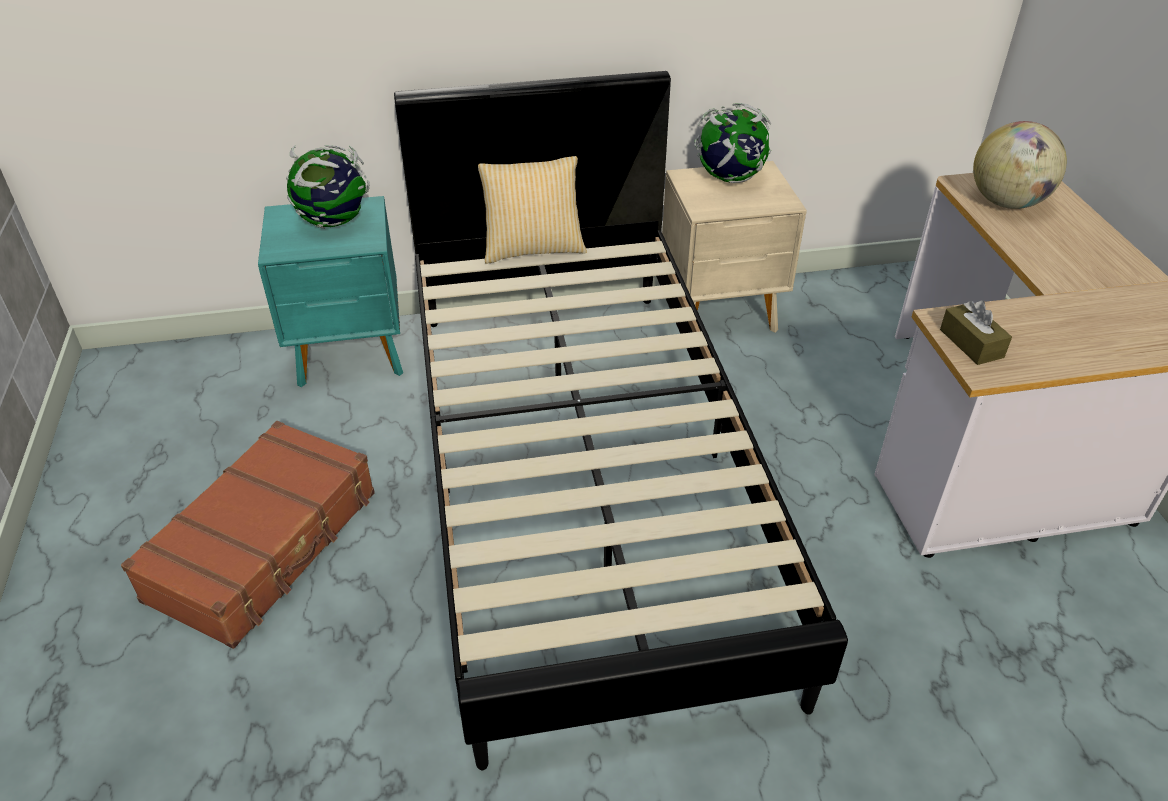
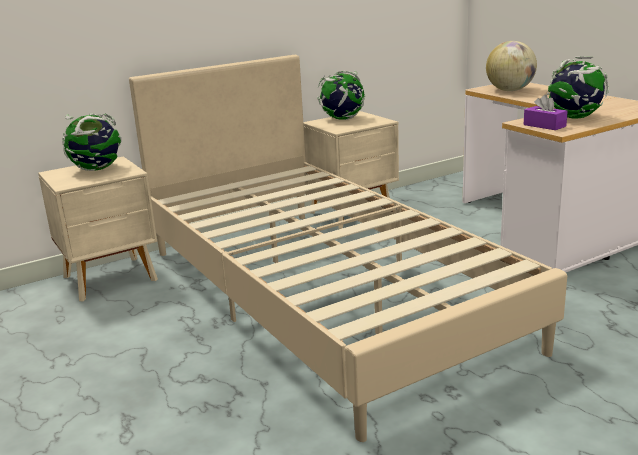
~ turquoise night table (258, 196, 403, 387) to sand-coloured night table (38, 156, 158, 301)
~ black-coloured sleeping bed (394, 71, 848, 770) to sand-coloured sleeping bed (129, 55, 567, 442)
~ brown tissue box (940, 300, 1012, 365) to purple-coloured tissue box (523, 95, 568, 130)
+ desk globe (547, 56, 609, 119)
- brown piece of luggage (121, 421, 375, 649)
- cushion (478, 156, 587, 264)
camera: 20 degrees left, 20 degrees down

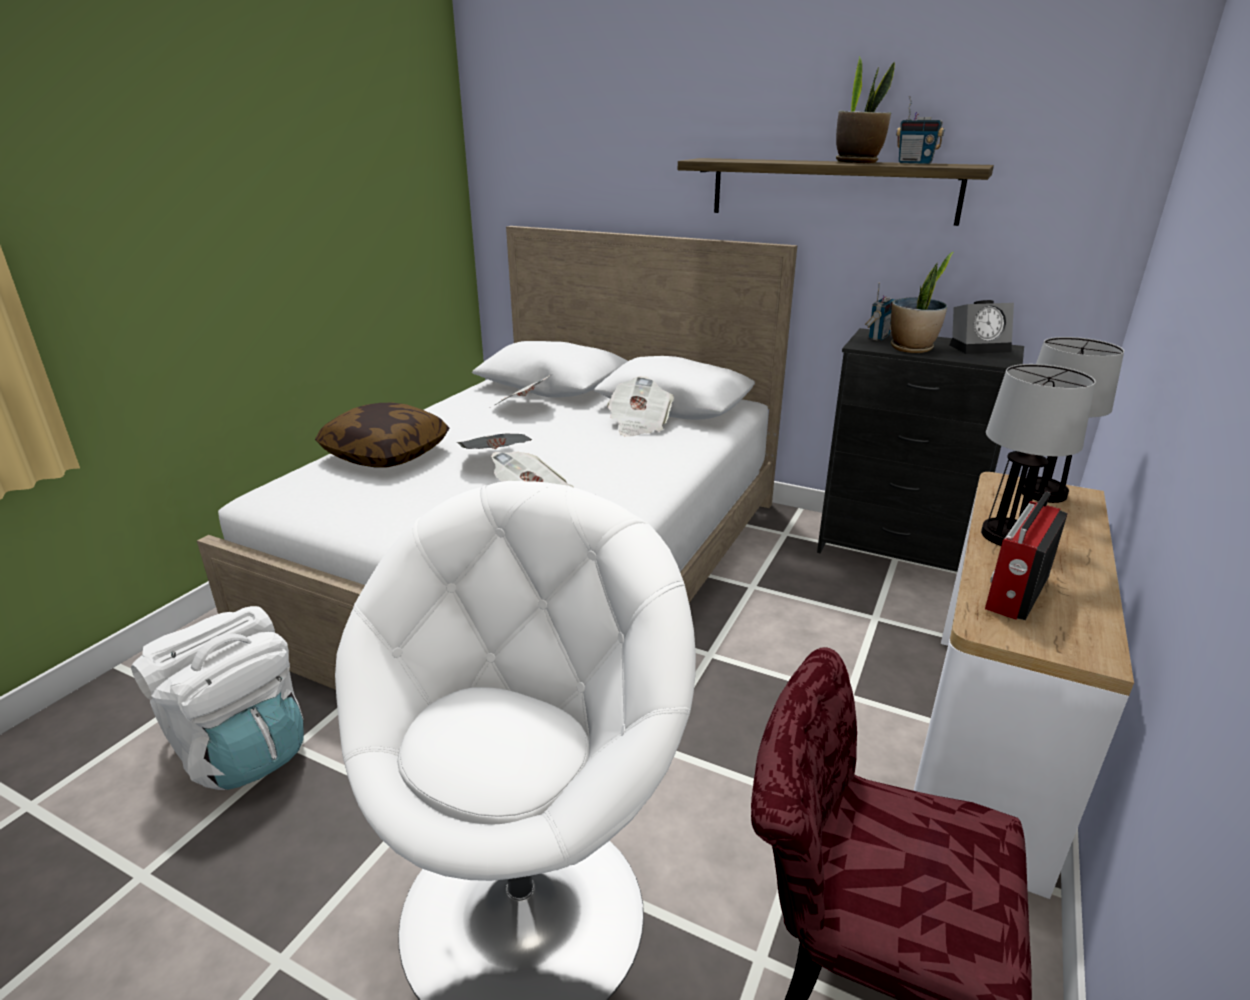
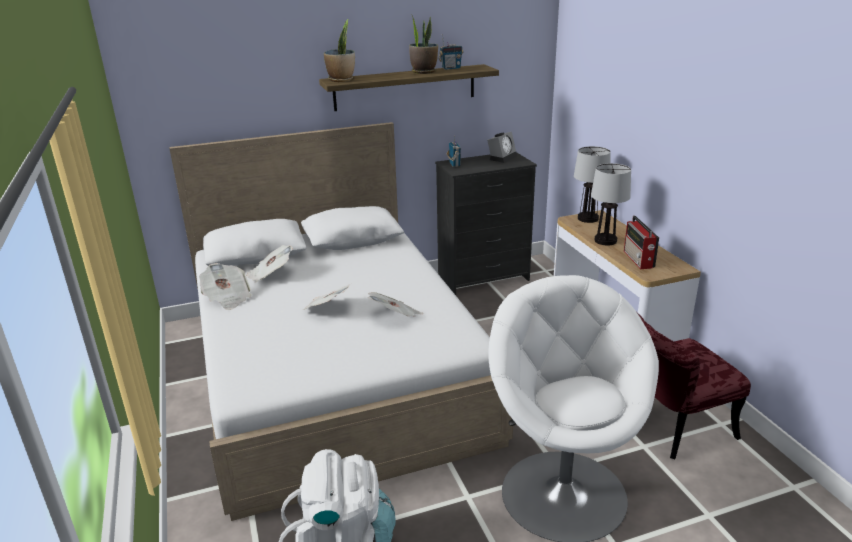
~ daily paper (607, 376, 674, 437) to (199, 263, 252, 310)
~ plant in a pot (891, 252, 954, 353) to (324, 19, 355, 82)
- cushion (315, 403, 449, 467)
camera: 45 degrees left, 0 degrees up

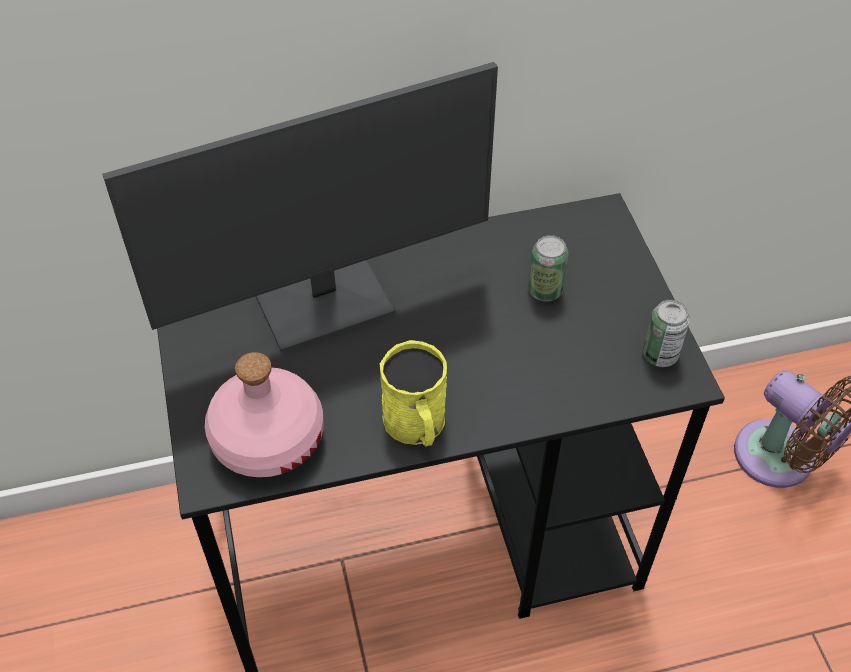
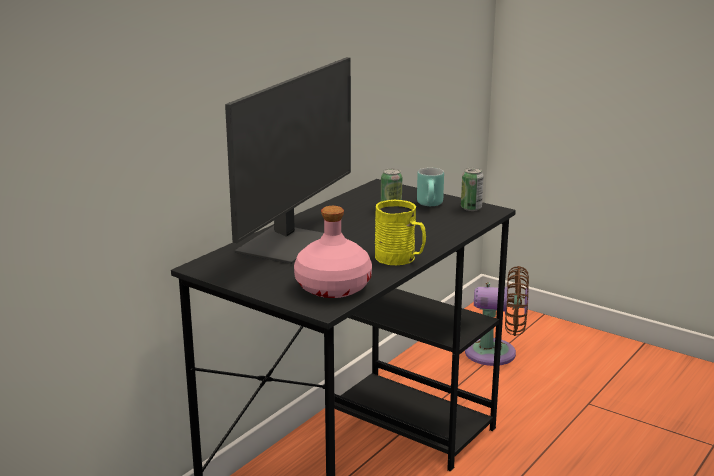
+ turquoise tea mug (417, 168, 444, 206)
camera: 40 degrees left, 30 degrees down

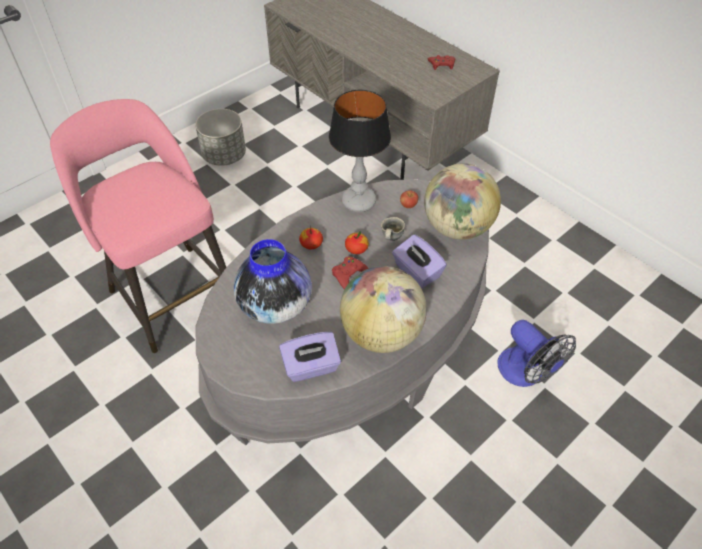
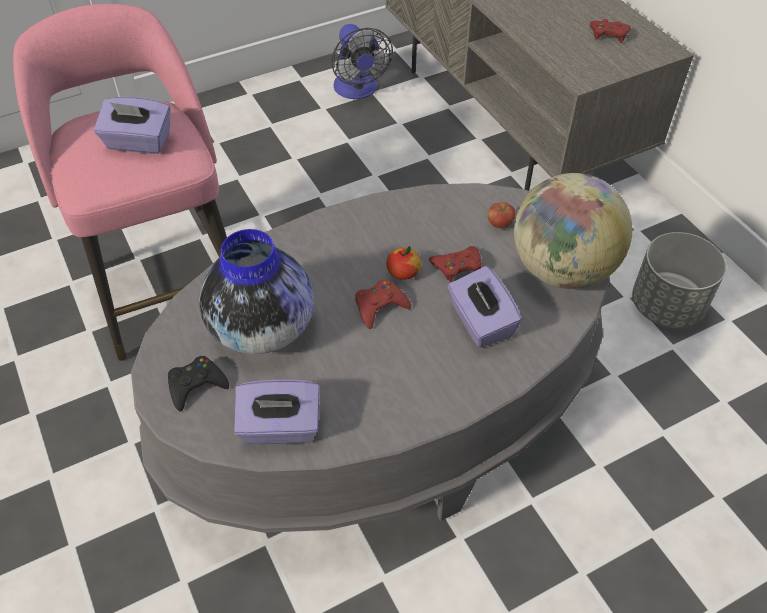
+ purple-coloured tissue box (94, 97, 170, 154)
+ black-coloured gamepad (168, 356, 229, 412)
~ electric fan (497, 320, 576, 387) to (331, 24, 393, 99)
~ gray tea mug (381, 217, 405, 241) to red gamepad (429, 246, 482, 282)
~ gray flower pot (195, 109, 246, 166) to (632, 232, 726, 328)
- apple fruit (299, 225, 323, 249)
- table lamp (329, 89, 391, 212)
- desk globe (340, 266, 427, 353)
camera: 15 degrees right, 0 degrees up

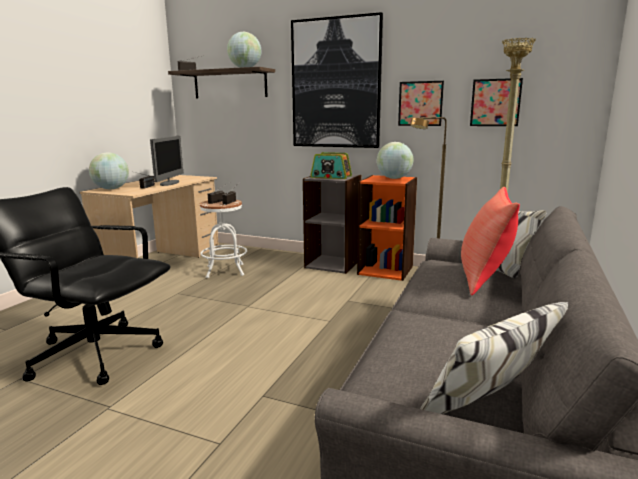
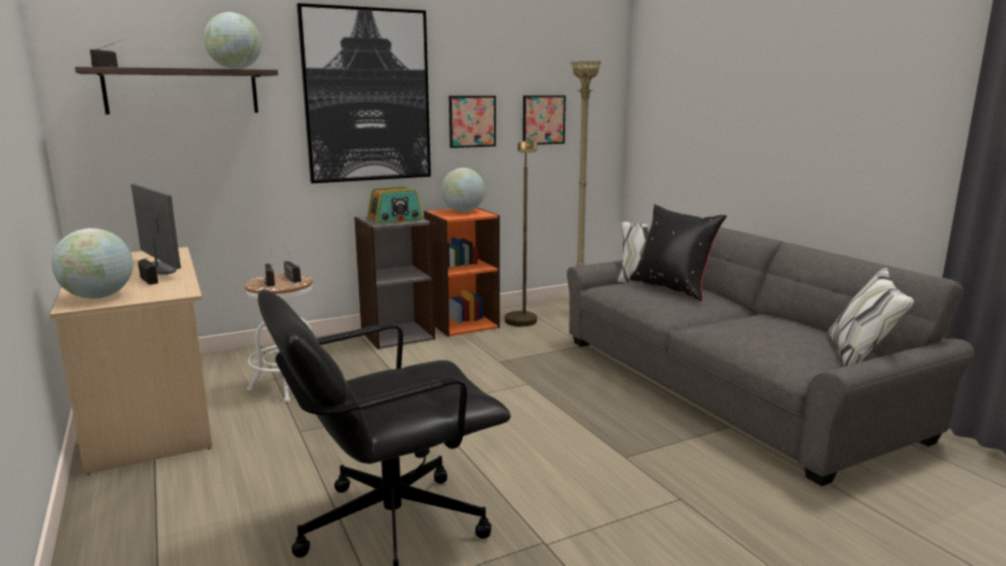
~ red cushion (461, 187, 520, 295) to black-coloured cushion (630, 204, 727, 301)
camera: 50 degrees left, 0 degrees up

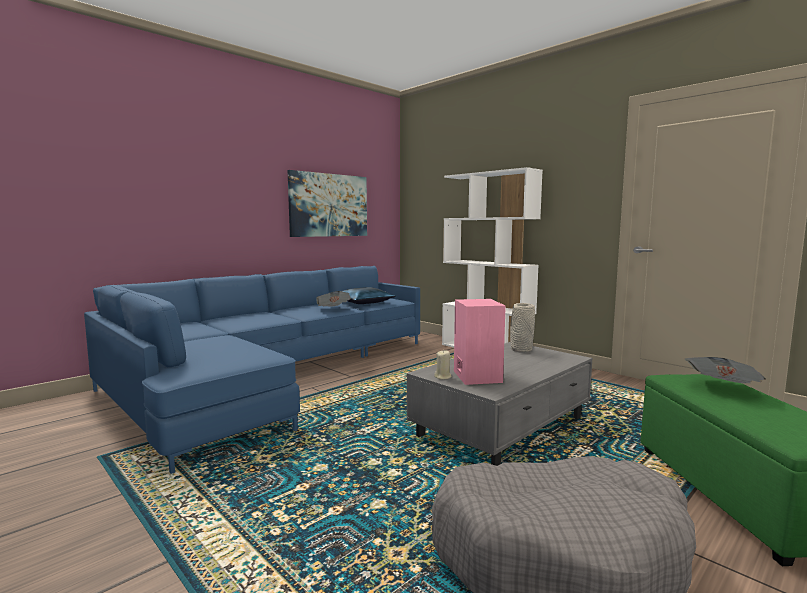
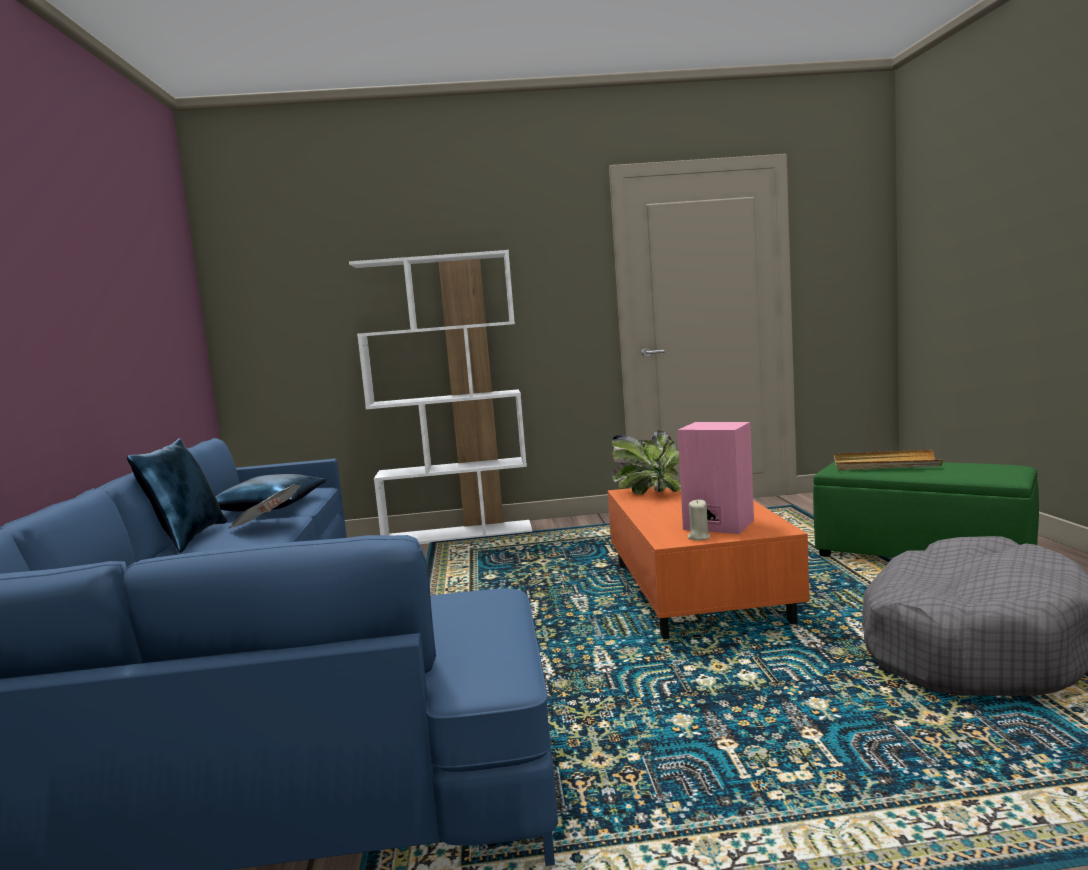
+ bluish cushion (127, 438, 228, 553)
~ gray low table (407, 342, 592, 466) to orange-coloured low table (607, 486, 810, 639)
~ gray decorative vase (510, 303, 535, 352) to plant in a pot (611, 430, 681, 494)
~ daily paper (684, 357, 766, 383) to sand-coloured carrying tray (834, 450, 943, 470)
- picture (288, 170, 367, 237)
camera: 50 degrees left, 0 degrees up

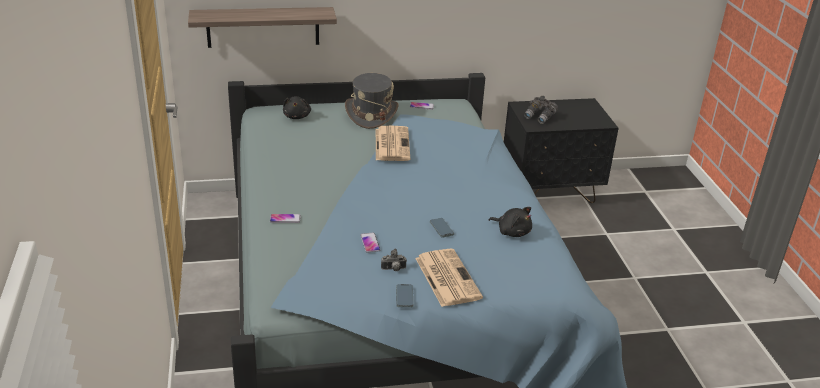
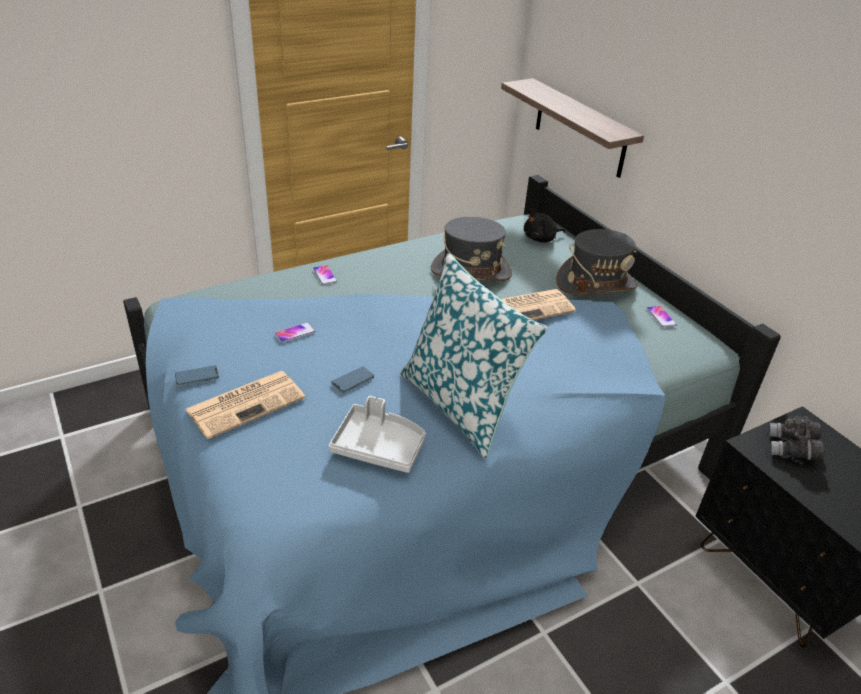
~ black-coloured plush toy (489, 207, 532, 237) to gray carrying tray (329, 396, 426, 473)
+ cushion (401, 253, 548, 459)
+ gray clothing hat (431, 217, 512, 281)
- photo camera (381, 249, 407, 271)
camera: 70 degrees right, 5 degrees up

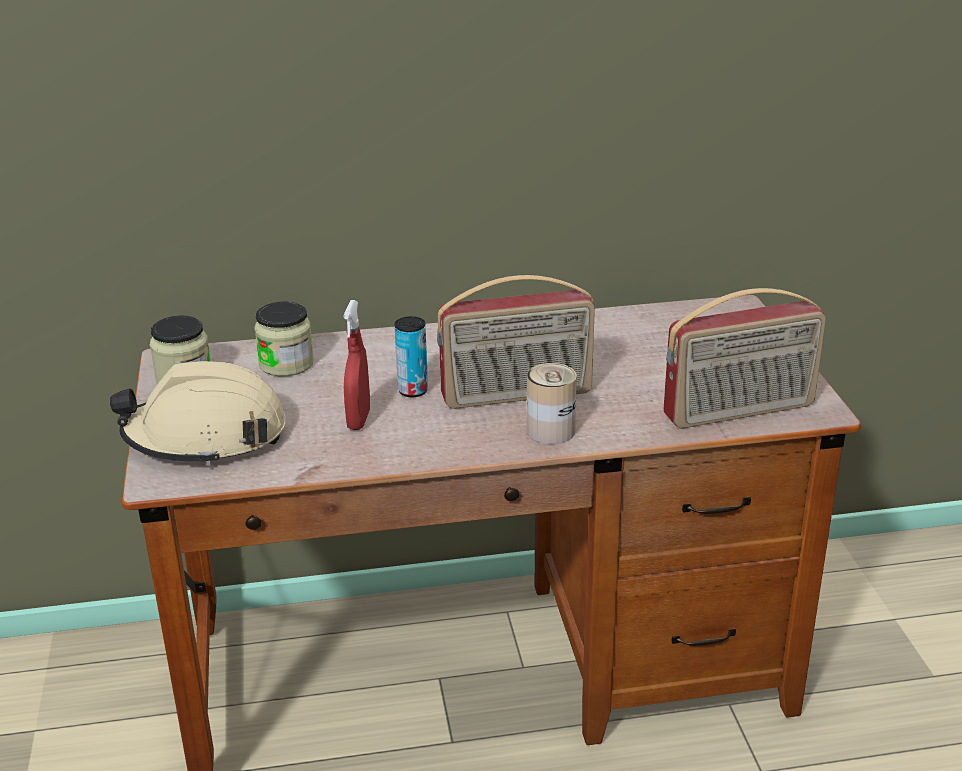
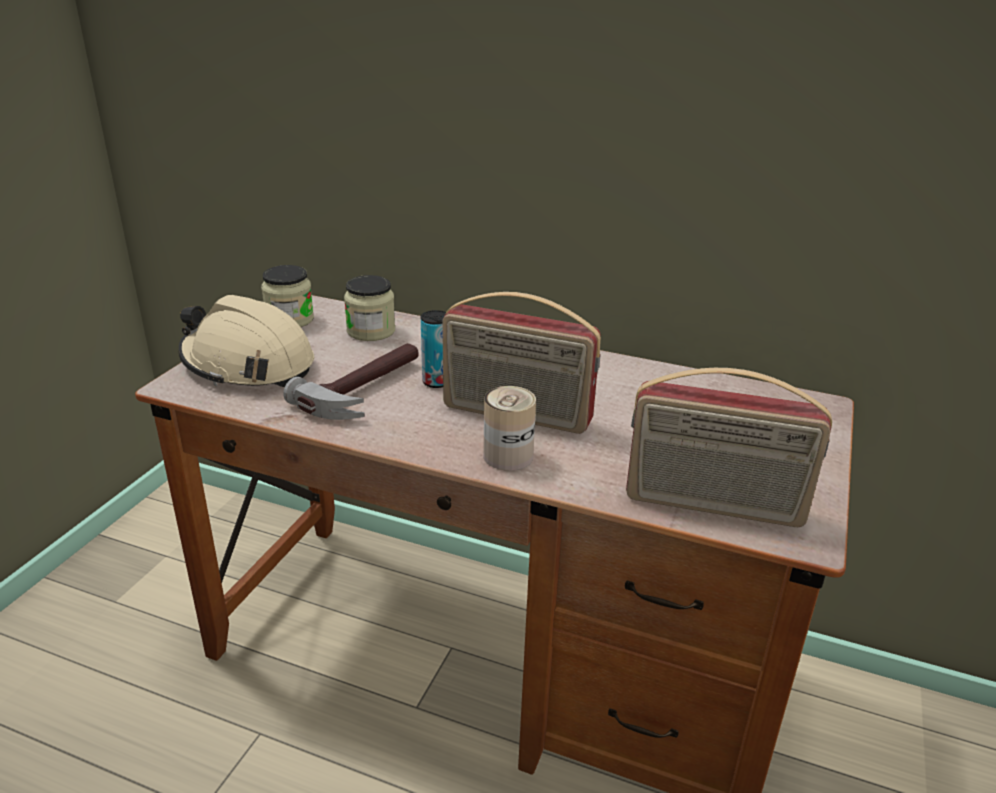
~ red sprayer (344, 300, 370, 430) to tool hammer (283, 343, 419, 420)
camera: 30 degrees right, 0 degrees up

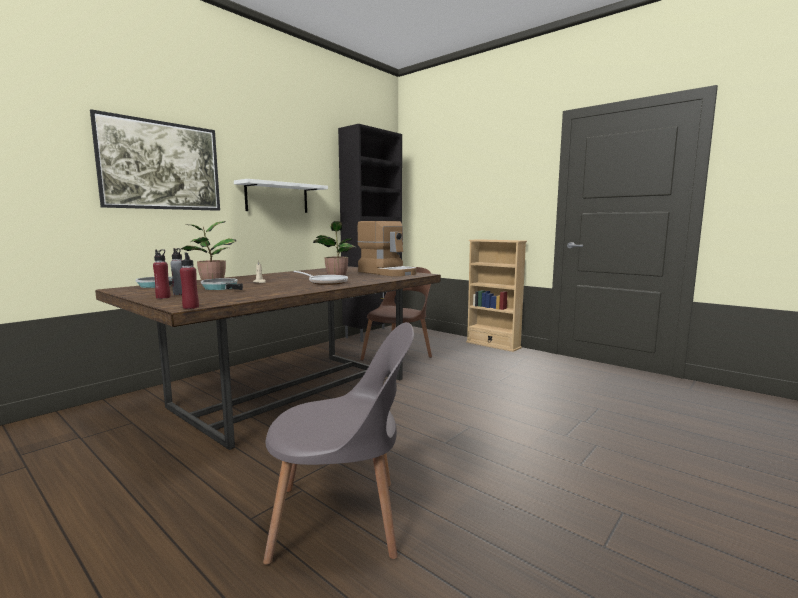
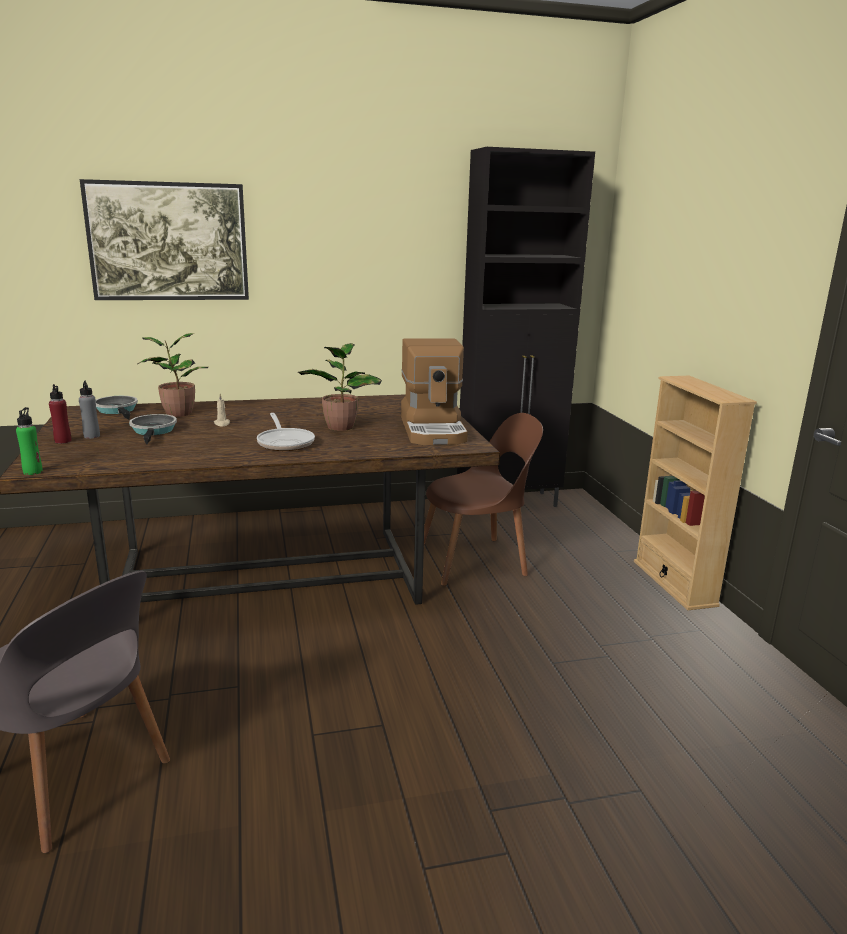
~ red bottle (180, 252, 199, 309) to green bottle (16, 407, 43, 475)
- whitish shelf (234, 179, 328, 213)
camera: 35 degrees right, 10 degrees up

